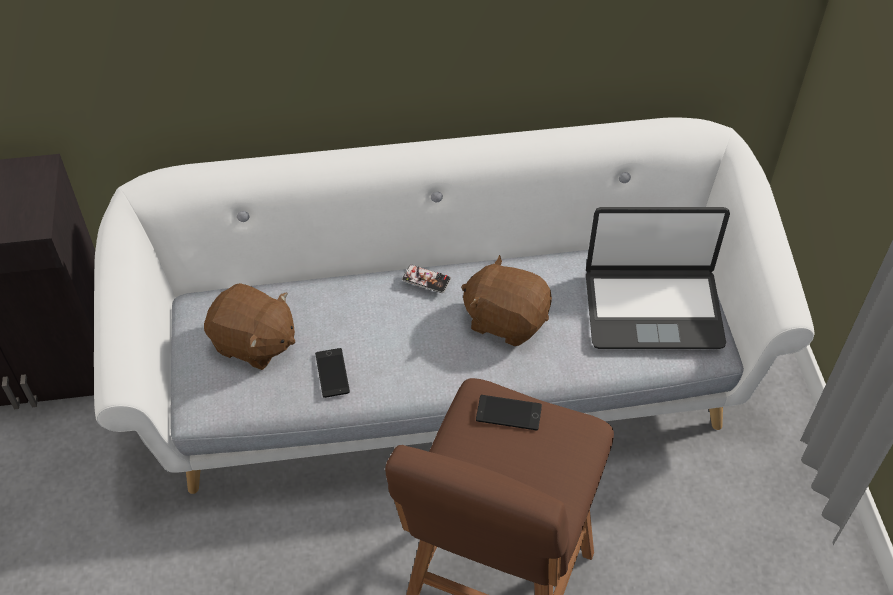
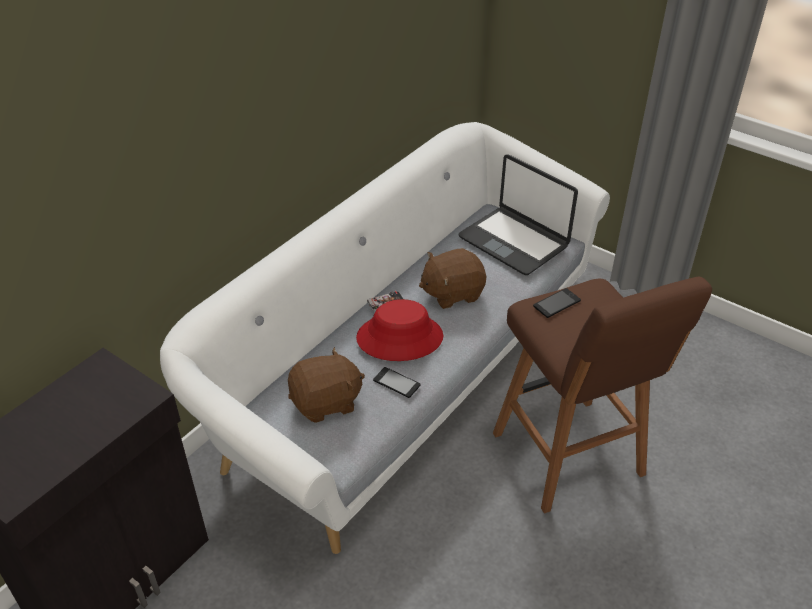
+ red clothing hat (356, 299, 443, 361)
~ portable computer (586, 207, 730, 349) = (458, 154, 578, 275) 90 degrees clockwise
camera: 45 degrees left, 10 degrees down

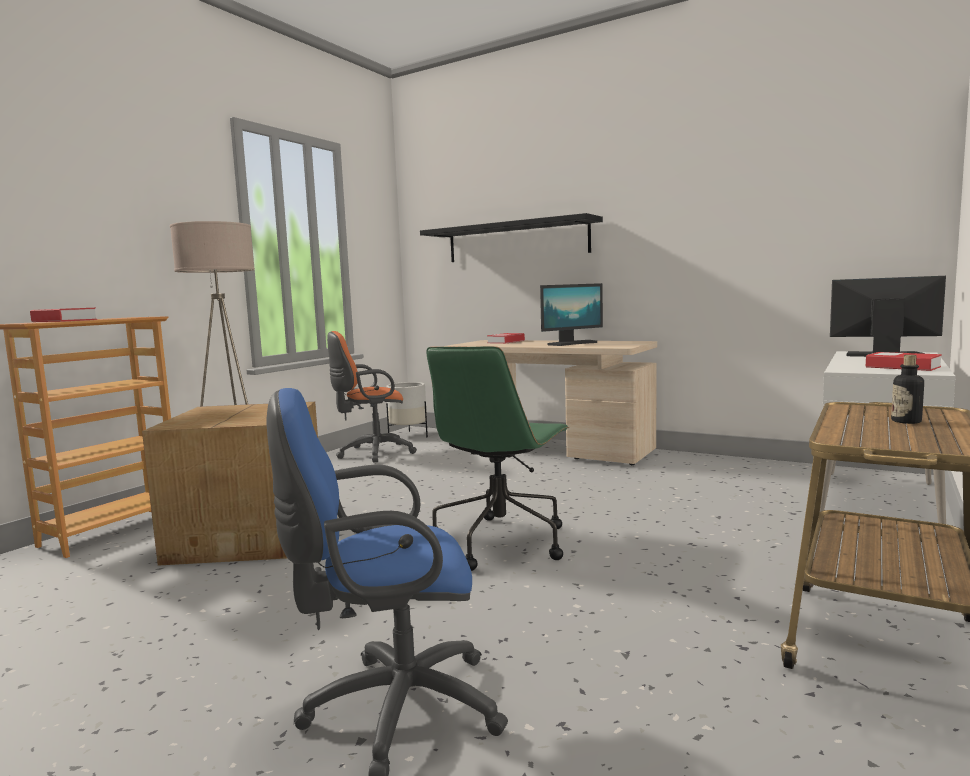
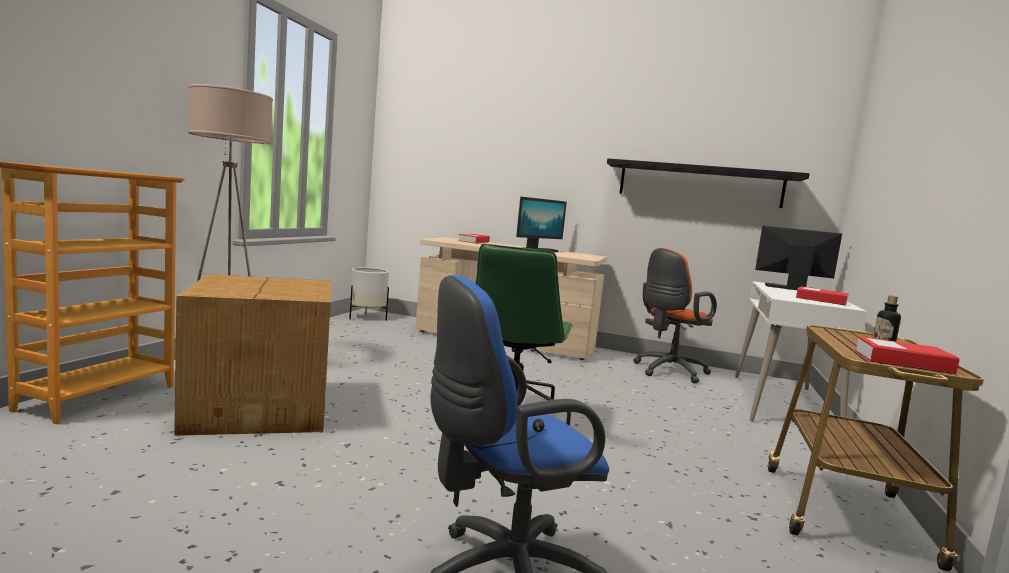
~ black-coloured shelf (420, 213, 603, 262) to (607, 158, 810, 208)
~ orange-coloured office chair (327, 331, 417, 462) to (633, 248, 717, 383)
~ bound book (30, 308, 97, 322) to (855, 336, 960, 374)
camera: 15 degrees left, 0 degrees up

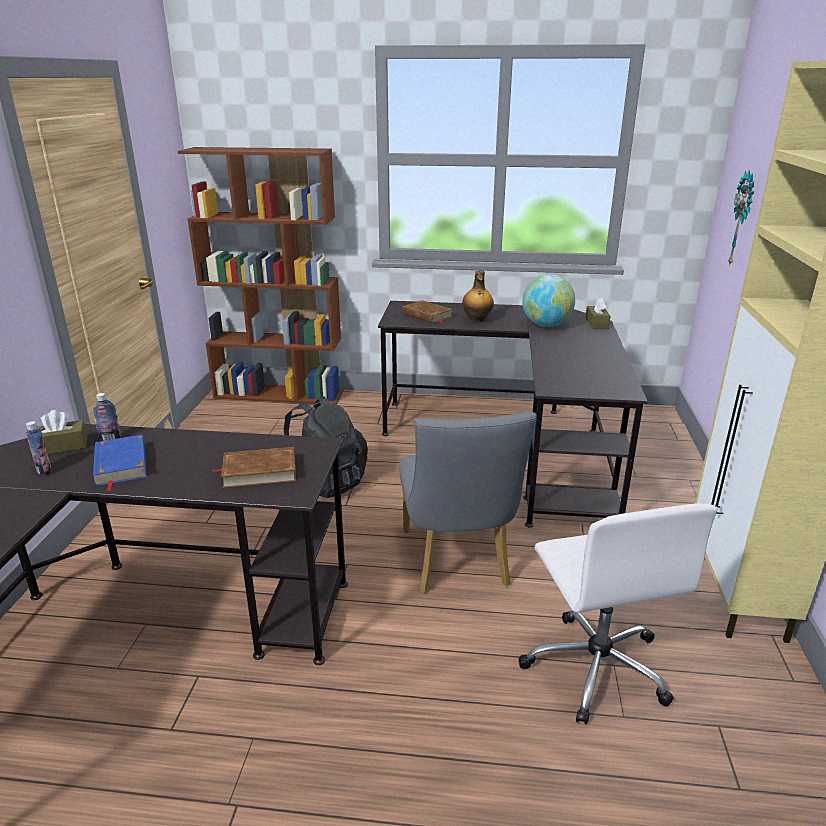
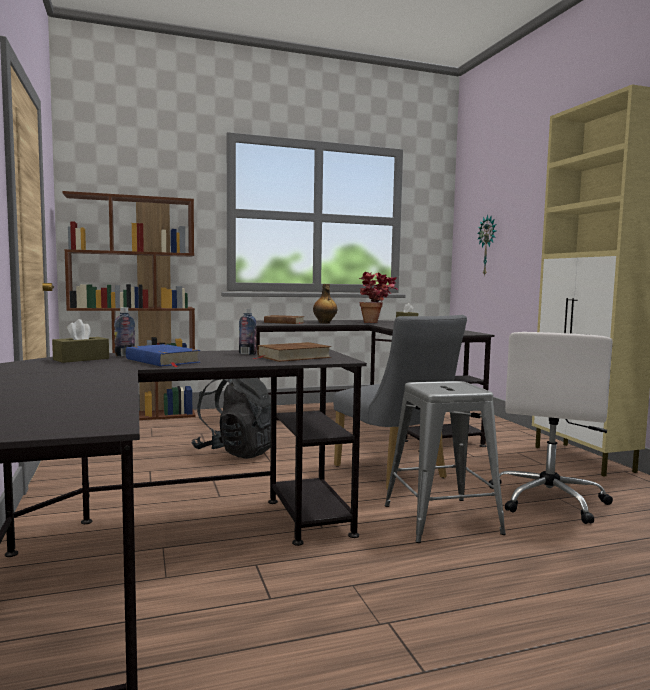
~ bottle (26, 421, 52, 475) to (239, 308, 257, 355)
~ desk globe (522, 274, 575, 327) to plant in a pot (359, 272, 398, 323)
+ gray sitting stool (385, 381, 506, 543)
~ whitish office chair (519, 503, 718, 725) = (489, 332, 613, 524) 60 degrees clockwise
camera: 25 degrees left, 20 degrees down

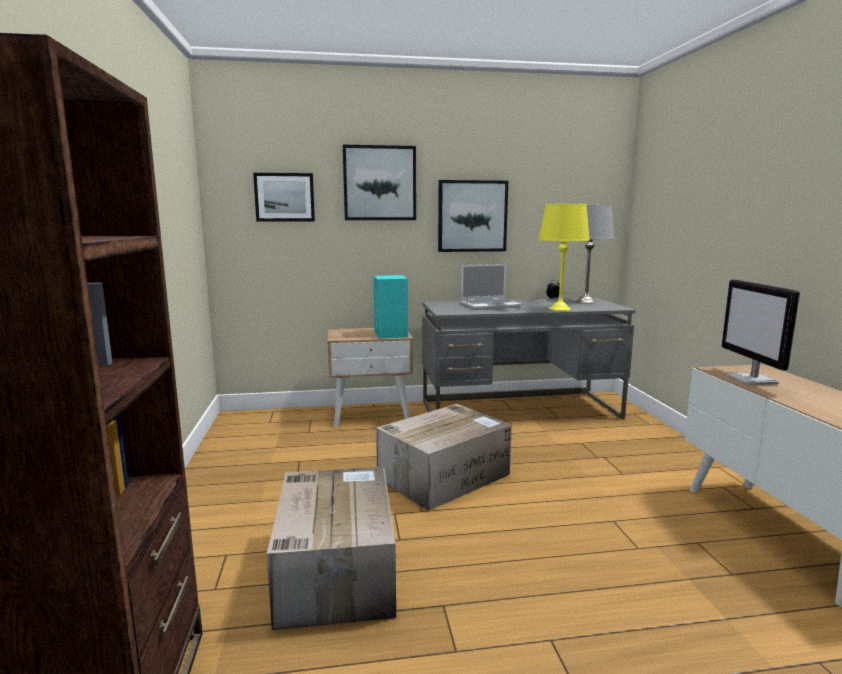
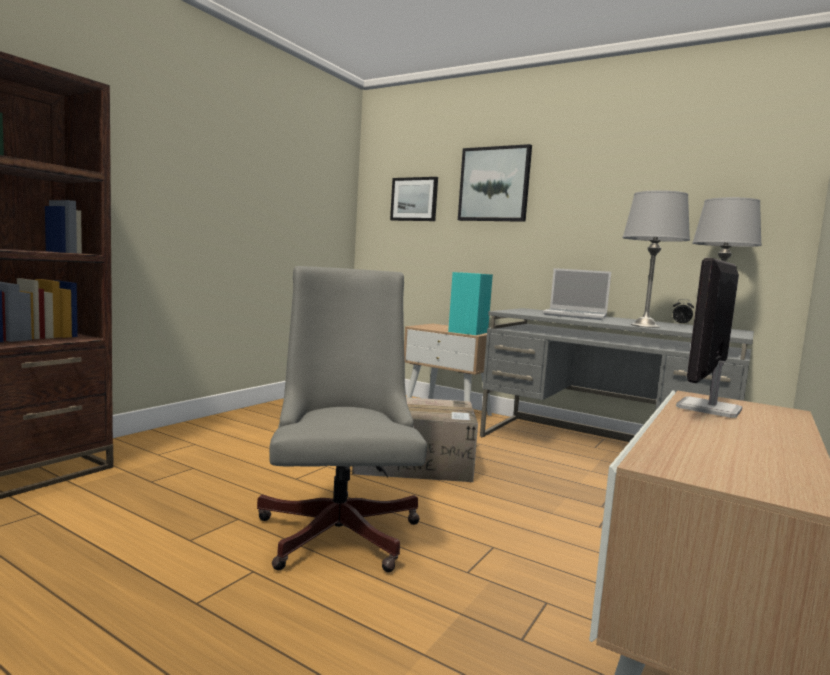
+ gray office chair (257, 266, 427, 572)
~ yellowish table lamp (539, 204, 590, 311) to gray table lamp (622, 190, 690, 328)
- packing box (267, 467, 396, 630)
- picture (438, 180, 508, 252)
camera: 40 degrees right, 5 degrees down

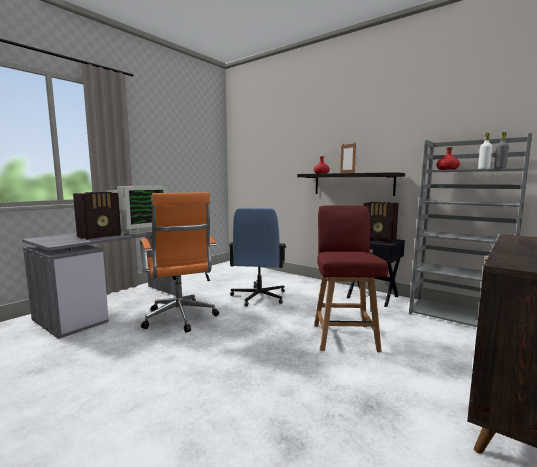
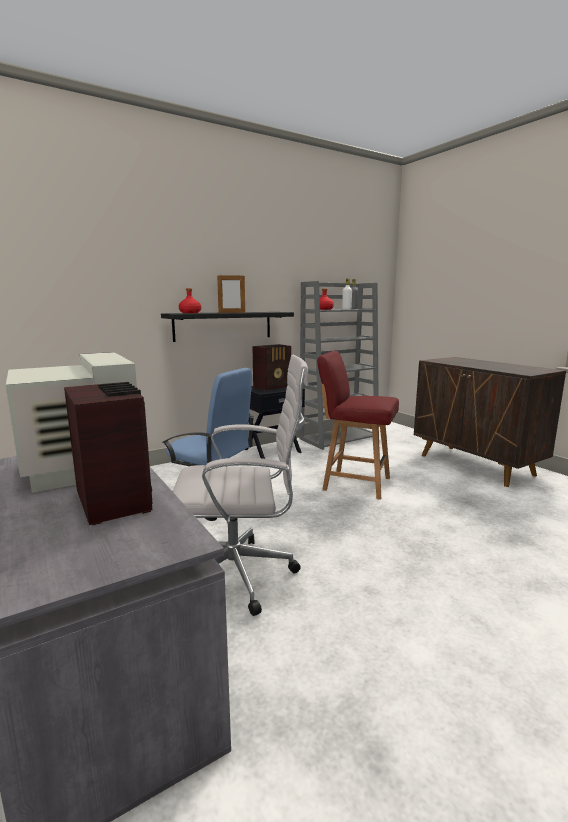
~ orange-coloured office chair (140, 192, 219, 333) to whitish office chair (172, 355, 309, 616)
camera: 70 degrees left, 5 degrees up

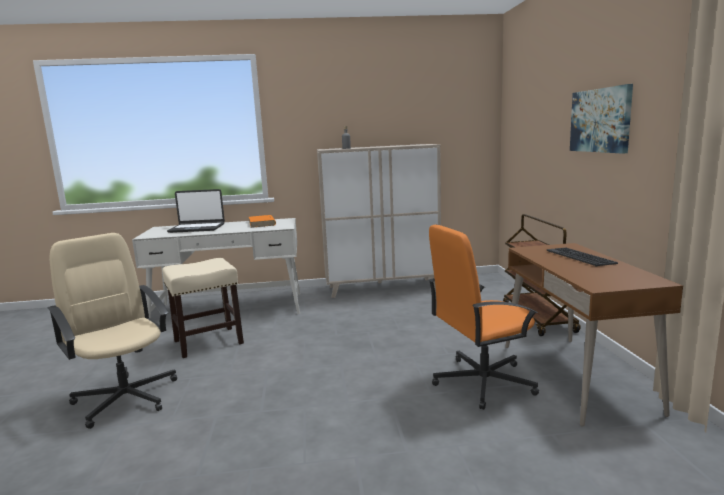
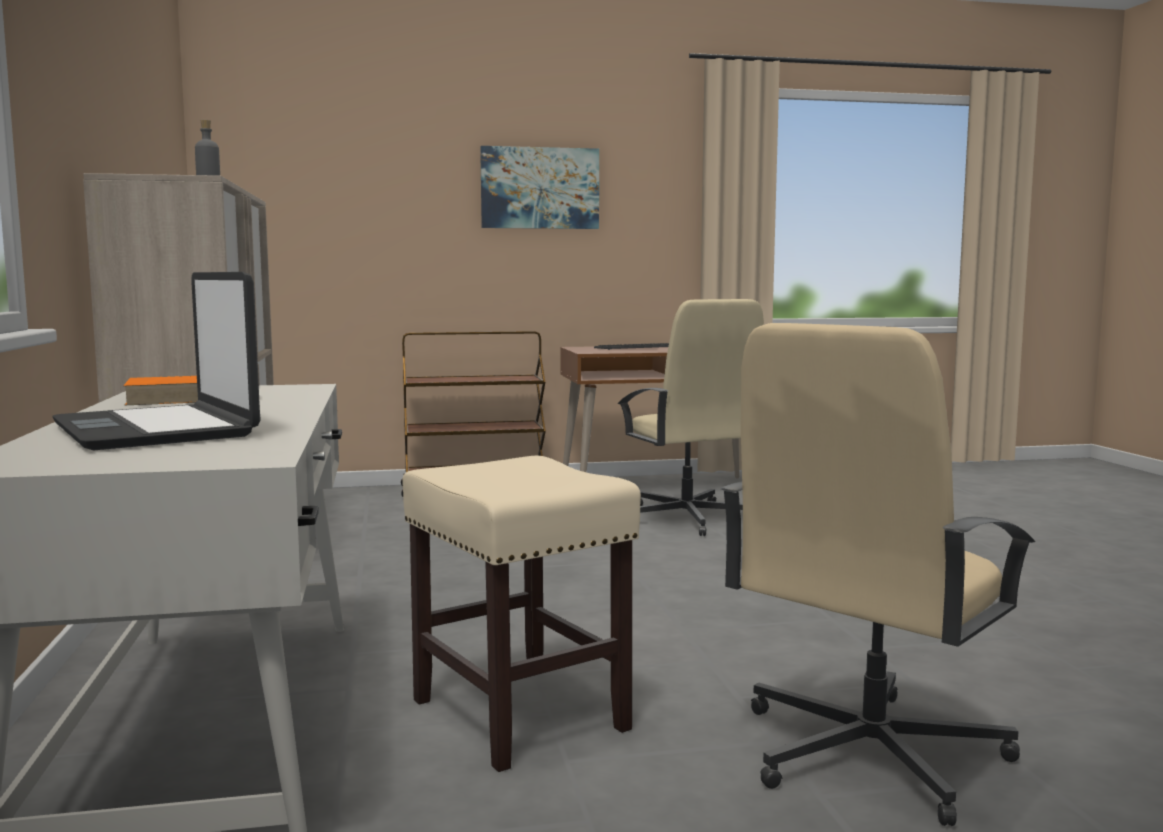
~ portable computer (167, 189, 225, 233) = (52, 272, 261, 450) 150 degrees clockwise
~ orange-coloured office chair (429, 224, 539, 410) to sand-coloured office chair (618, 299, 764, 536)
camera: 95 degrees left, 5 degrees down

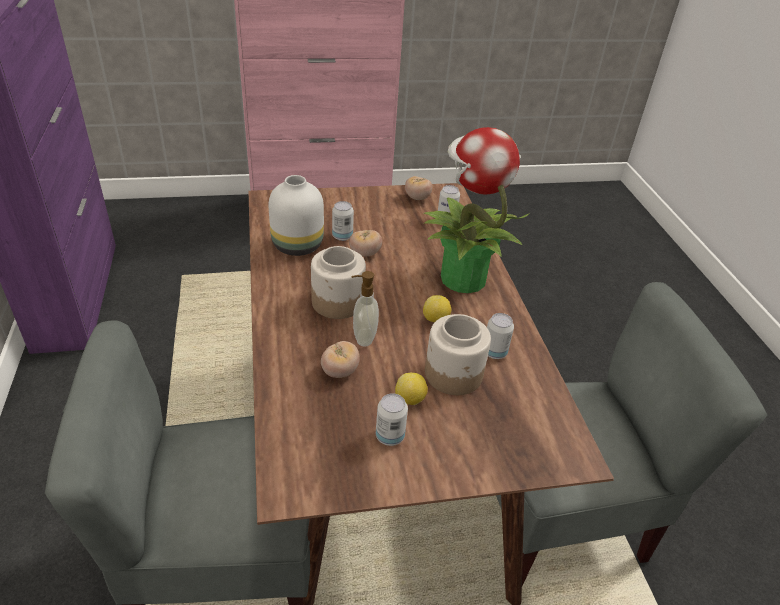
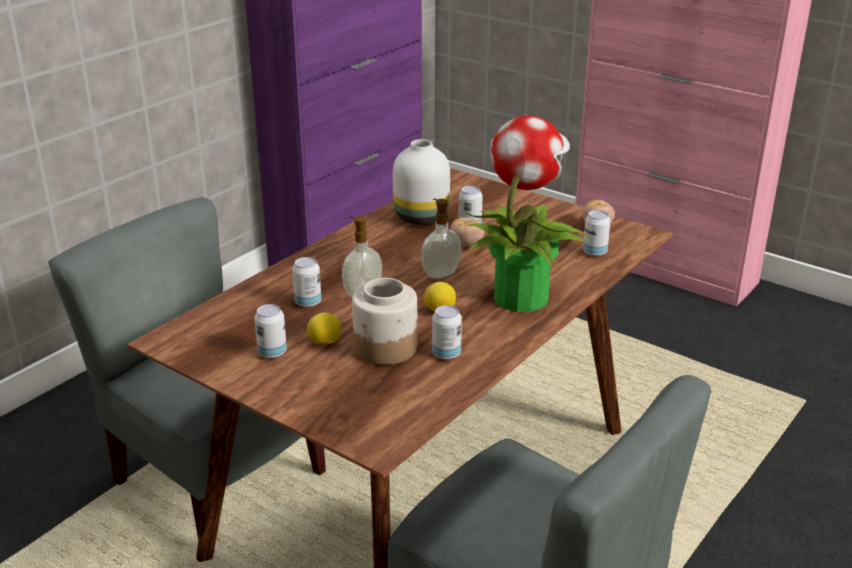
~ whole tomato (321, 341, 360, 378) to can (292, 257, 321, 308)
+ liquid soap bottle (421, 199, 462, 279)
- storage jar (311, 246, 366, 319)
camera: 50 degrees right, 10 degrees down

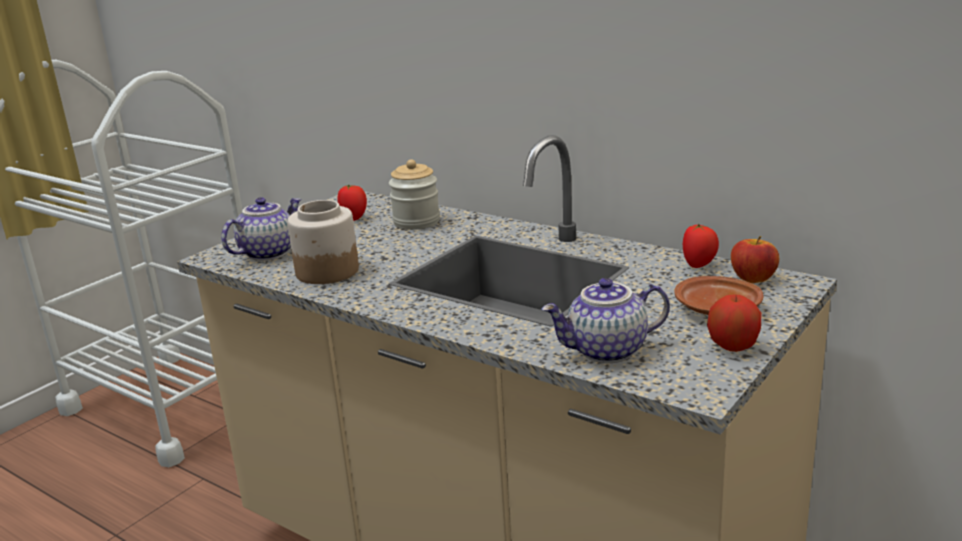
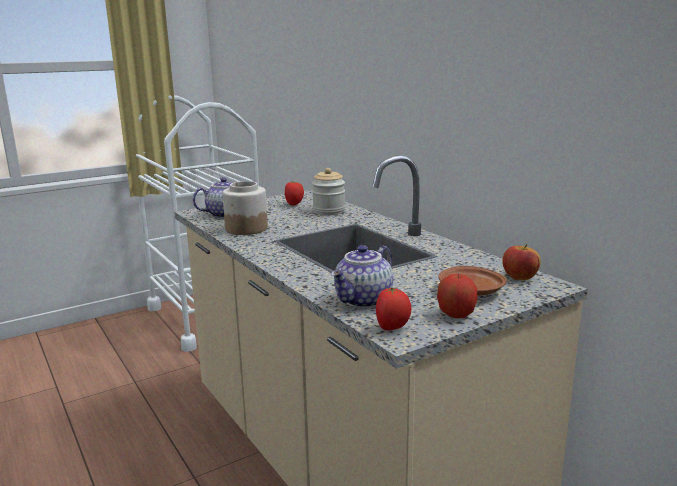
~ teapot (541, 278, 670, 363) = (331, 245, 393, 308) 60 degrees counterclockwise
~ whole tomato (683, 224, 719, 268) to (376, 288, 411, 330)
camera: 20 degrees right, 5 degrees down

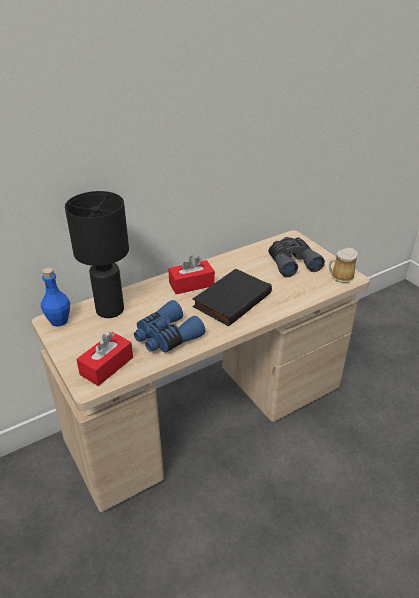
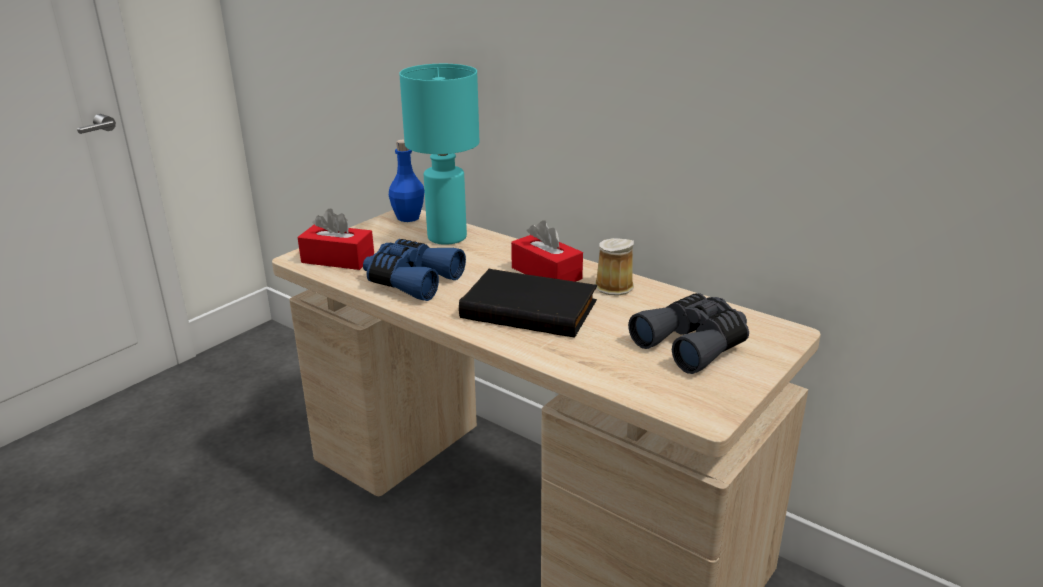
~ black-coloured table lamp (65, 191, 129, 318) to turquoise table lamp (399, 64, 479, 245)
~ tea mug (329, 247, 358, 283) to (595, 238, 634, 296)
camera: 70 degrees right, 10 degrees down

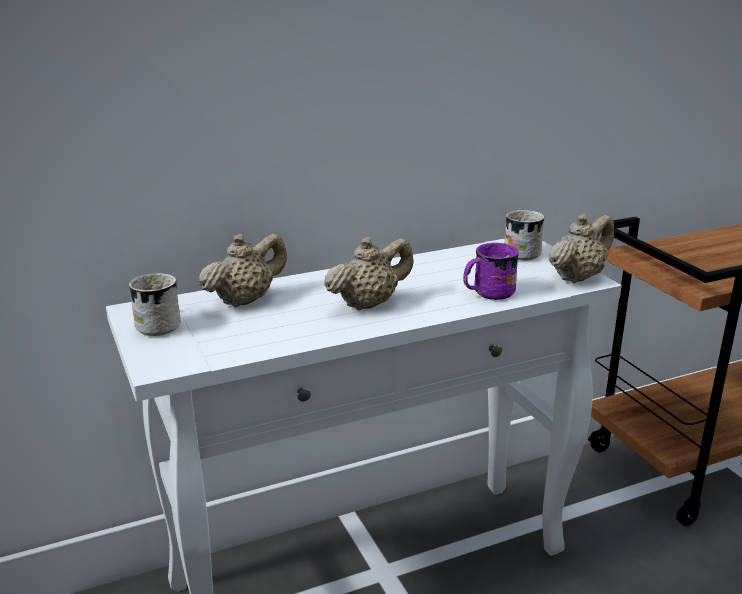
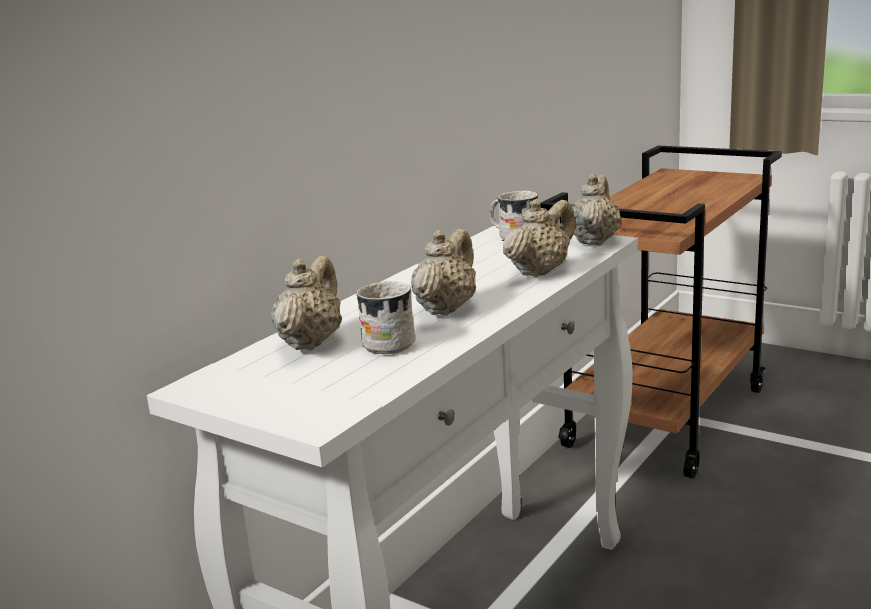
~ whitish tea mug (129, 273, 181, 336) to (356, 281, 416, 354)
~ purple-coloured tea mug (463, 243, 519, 301) to sand-coloured teapot (503, 199, 575, 277)
camera: 30 degrees left, 5 degrees down

